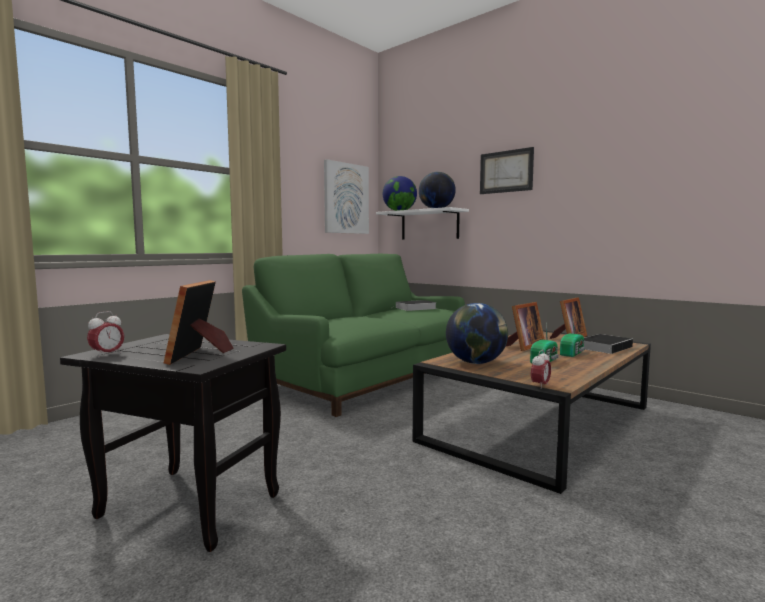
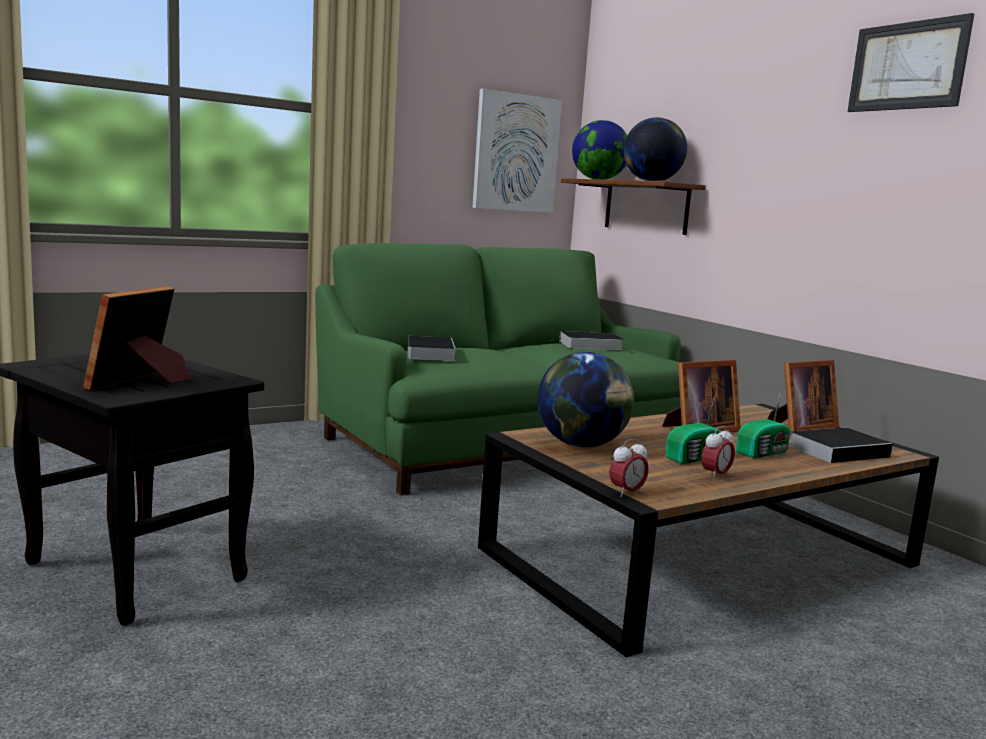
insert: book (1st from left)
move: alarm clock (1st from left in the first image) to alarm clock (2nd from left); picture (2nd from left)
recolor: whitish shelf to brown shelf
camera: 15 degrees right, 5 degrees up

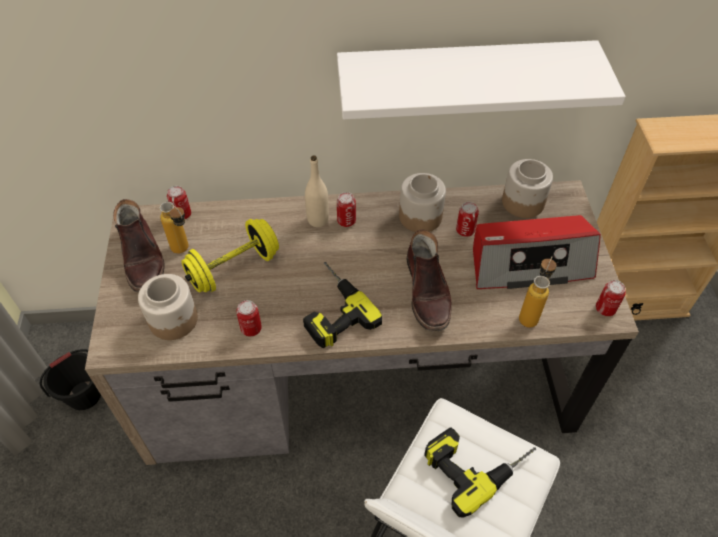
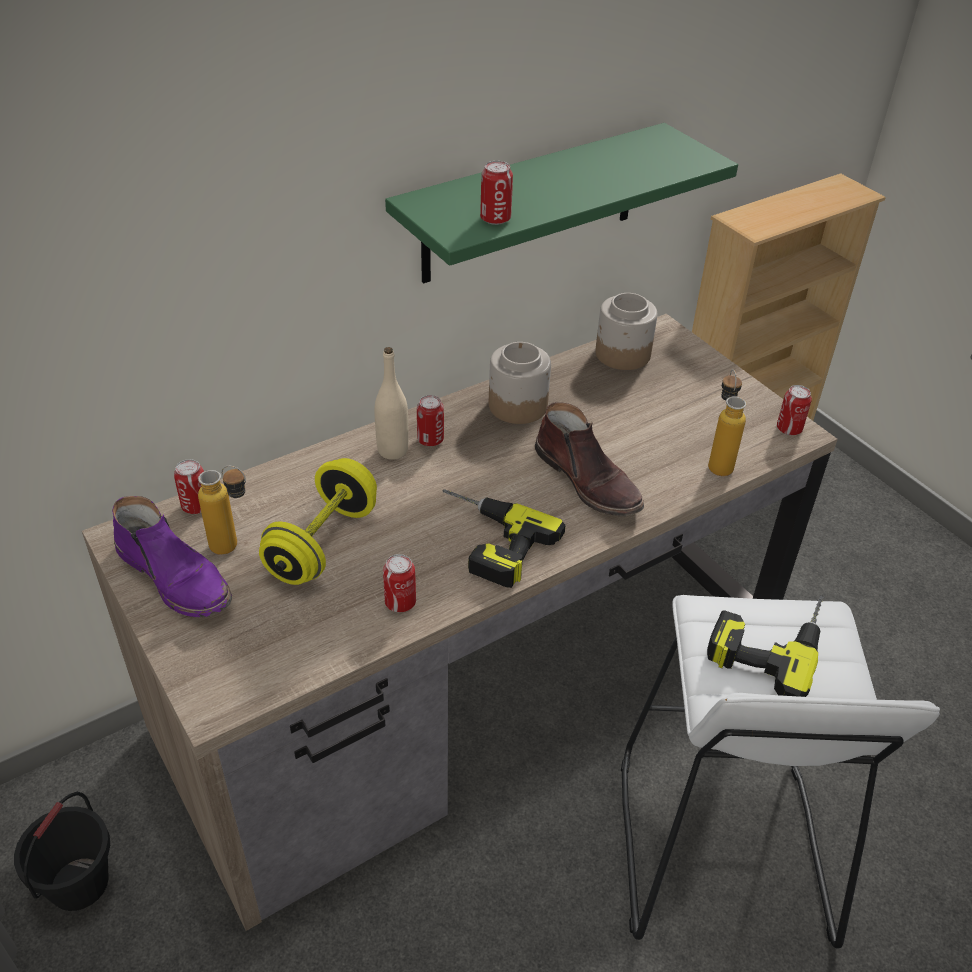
delete: preserve jar (1st from left); radio
move: metal can (4th from left)
recolor: brown high-top boot (1st from left) to purple high-top boot; whitish shelf to green-coloured shelf
camera: 30 degrees left, 10 degrees down

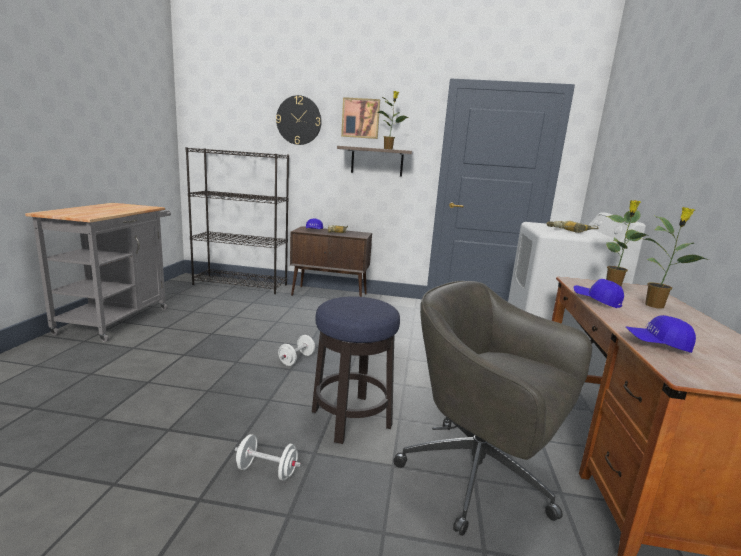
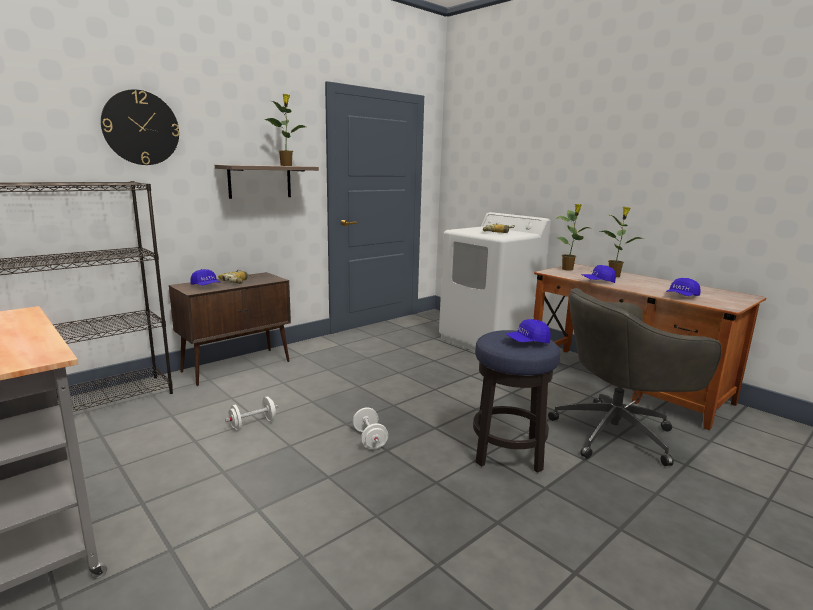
delete: picture
insert: bluish baseball cap (2nd from left)
move: whitish dumbbell (1st from left)
camera: 50 degrees left, 0 degrees up

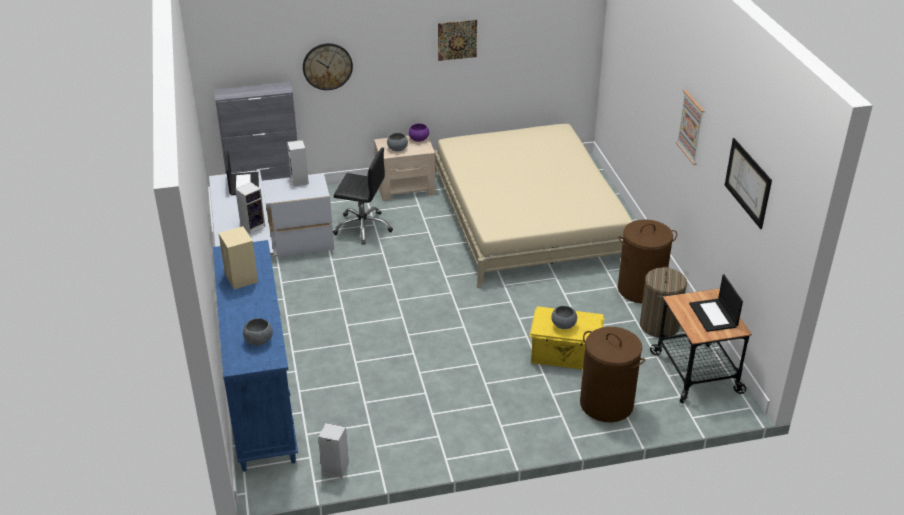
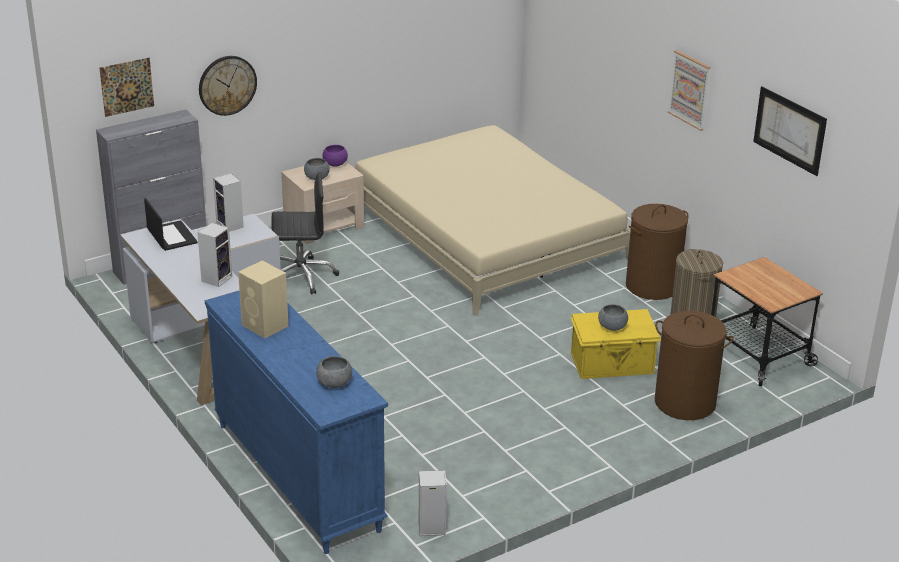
delete: portable computer (2nd from left)
move: picture (1st from left)
camera: 20 degrees left, 5 degrees down

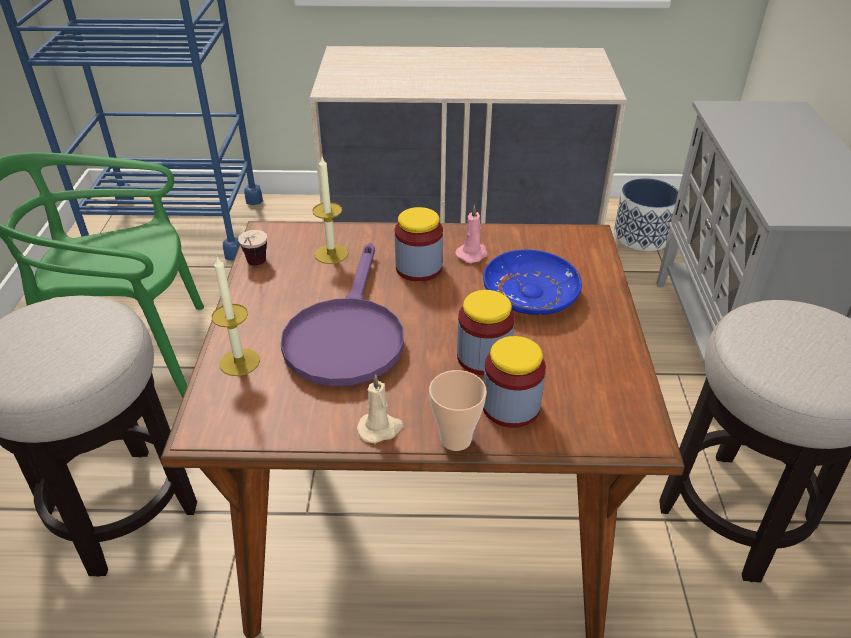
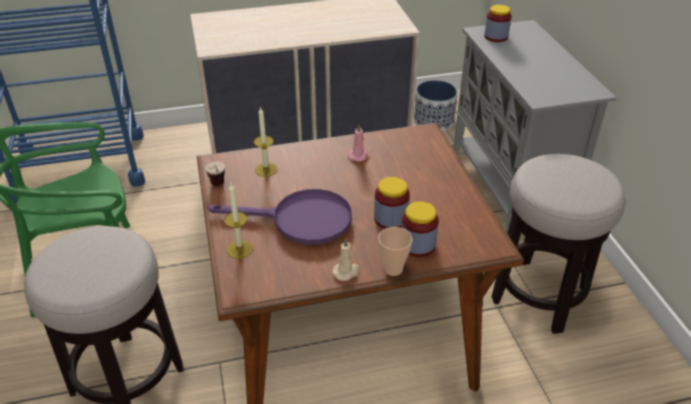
delete: bluish flat dish
move: preserve jar (1st from left in the first image) to preserve jar (3rd from left)
rotate: purple pan 75 degrees counterclockwise
camera: 15 degrees left, 0 degrees up

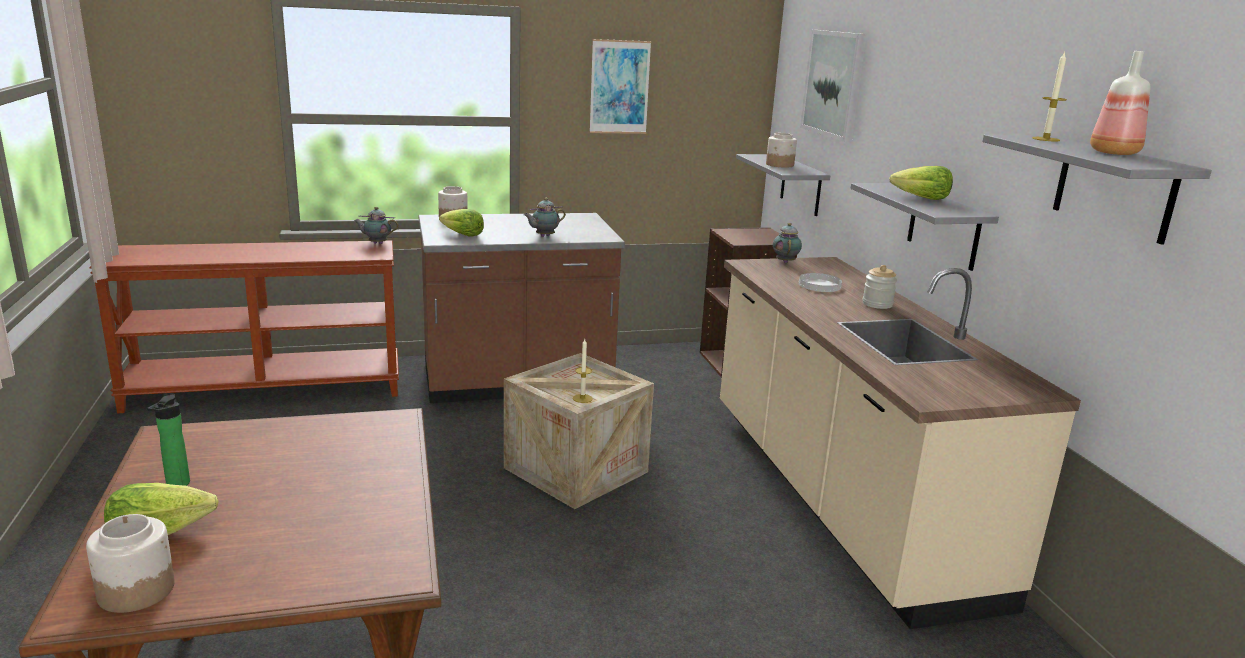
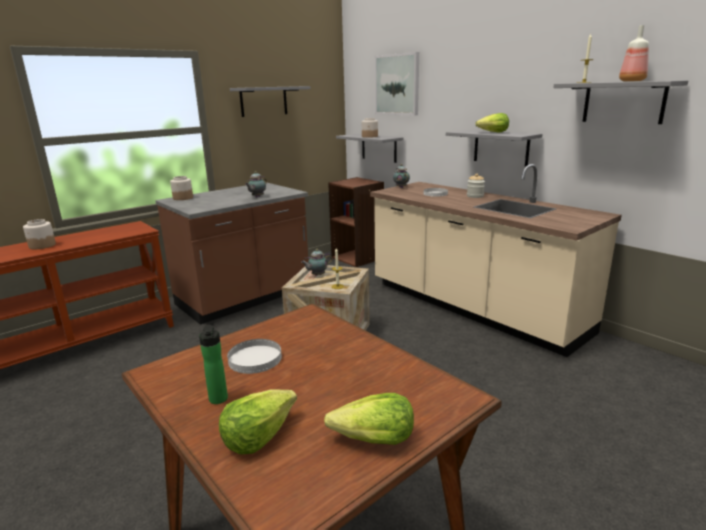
insert: whitish flat dish (1st from left)
move: preserve jar (1st from left); pot for tea (1st from left in the first image) to pot for tea (2nd from left); lettuce head (2nd from left)
replace: picture (1st from left) to greyish shelf (1st from left)
camera: 25 degrees left, 0 degrees up

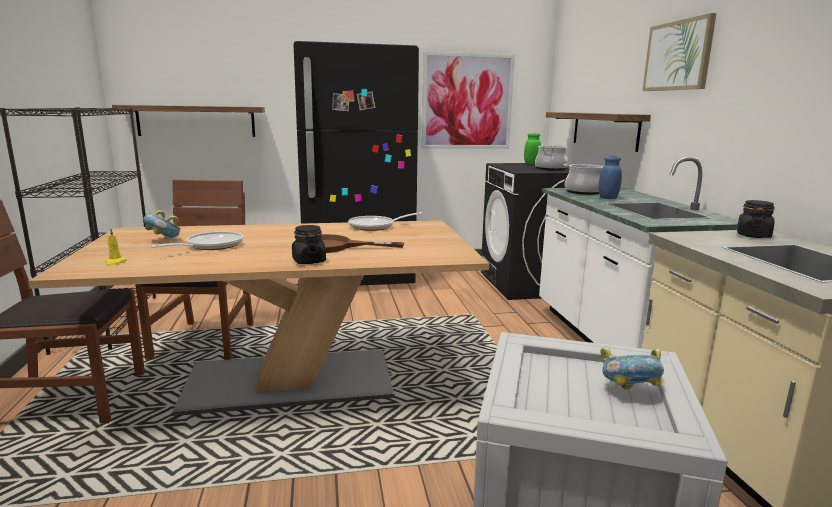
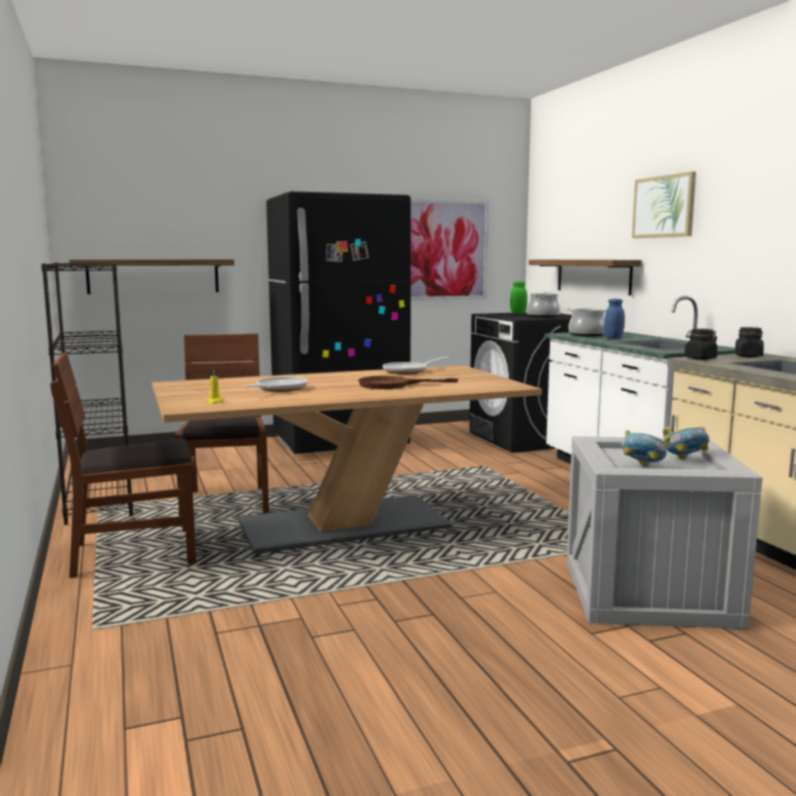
move: serving bowl (1st from left); black preserve jar (1st from left)
camera: 10 degrees left, 5 degrees down

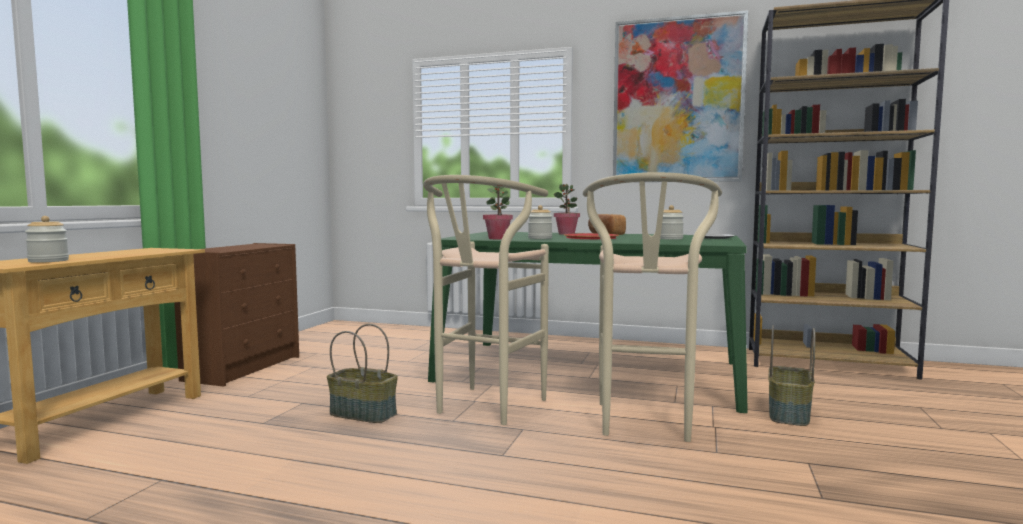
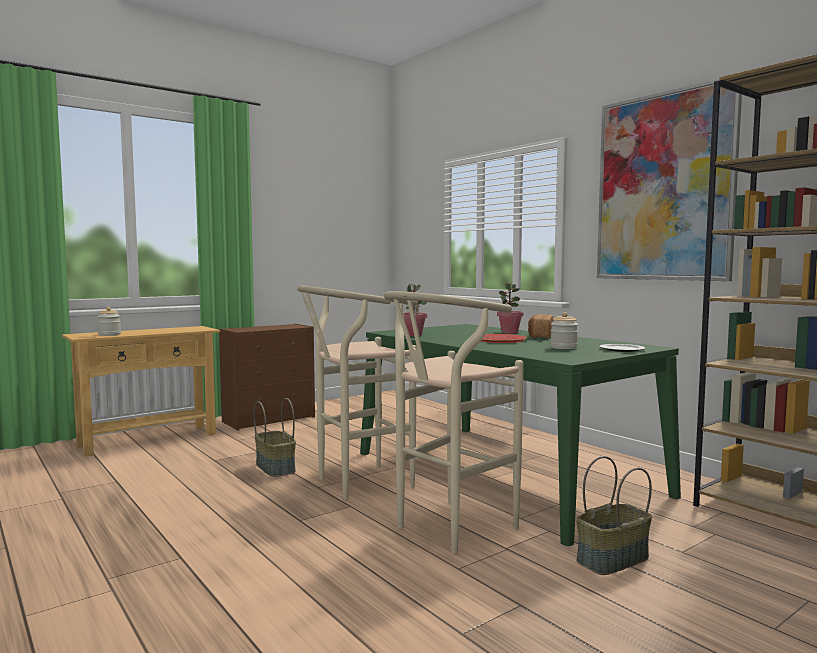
delete: preserve jar (2nd from left)
camera: 35 degrees right, 0 degrees up

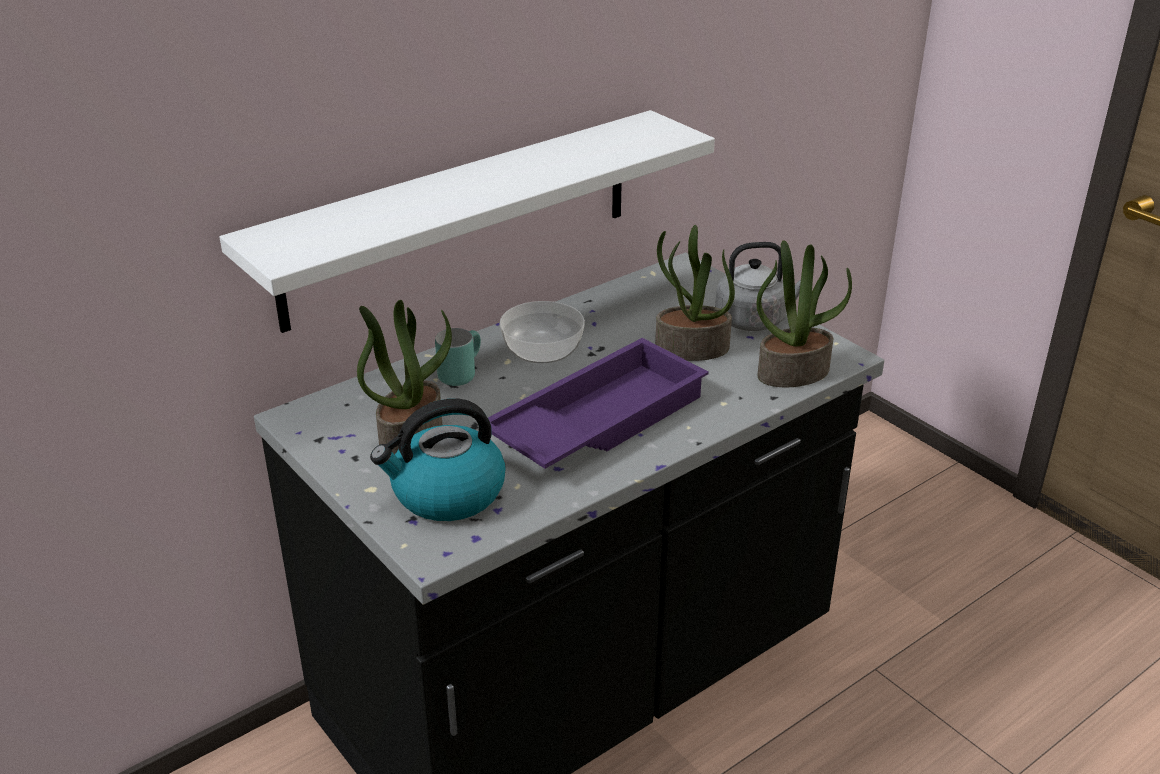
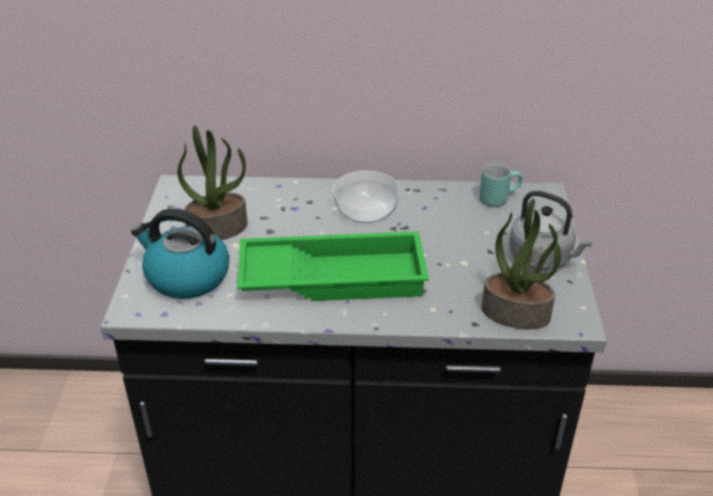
delete: whitish shelf; plant in a pot (2nd from left)
move: turquoise-coloured coffee mug
recolor: purple serving tray to green-coloured serving tray
camera: 40 degrees right, 5 degrees up

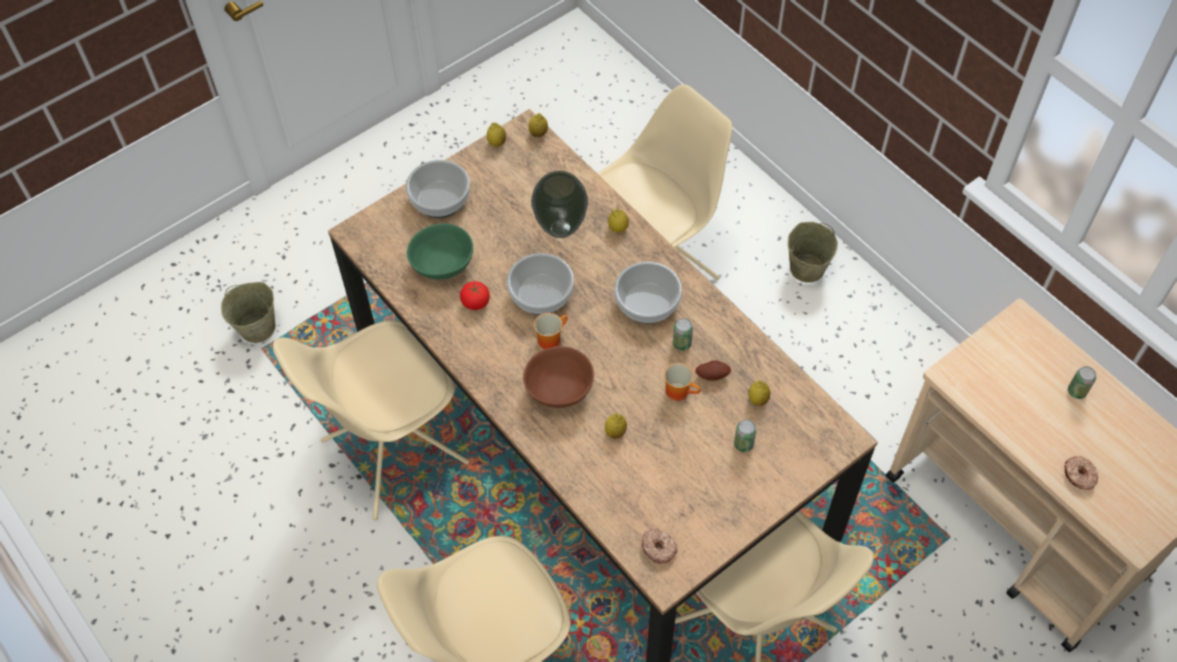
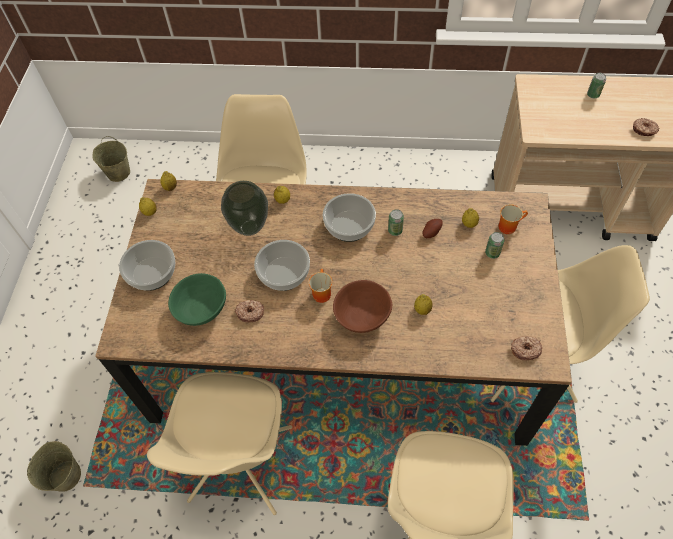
move: coffee mug (2nd from left); beige-coloured pail (2nd from left)
replace: fresh tomato to donut (1st from left)
camera: 45 degrees left, 0 degrees up

